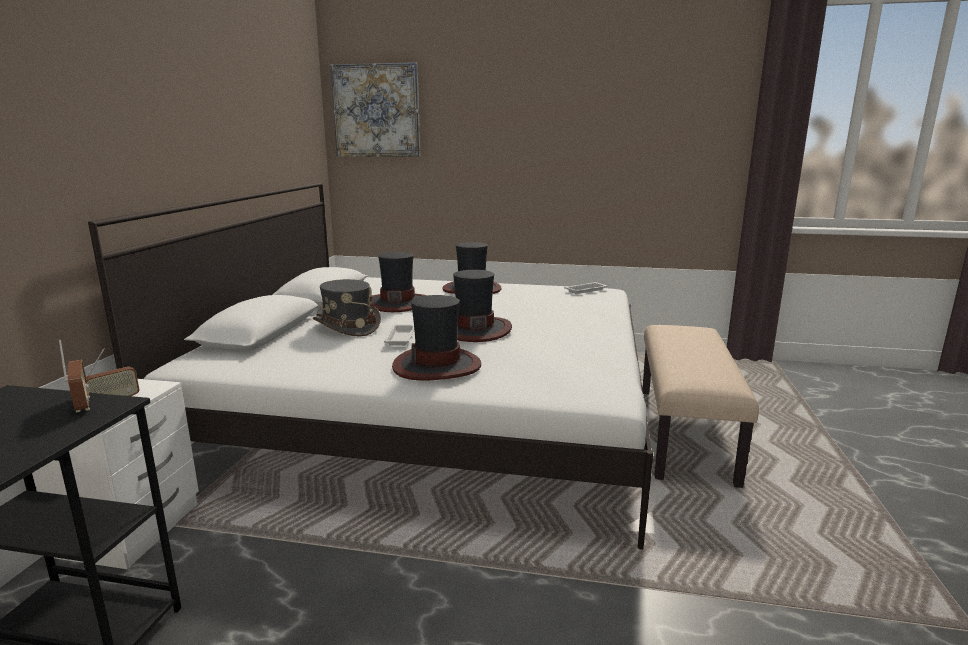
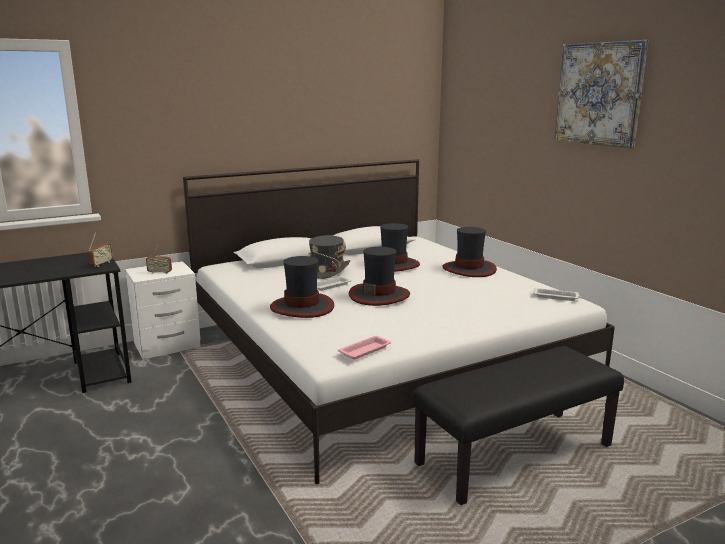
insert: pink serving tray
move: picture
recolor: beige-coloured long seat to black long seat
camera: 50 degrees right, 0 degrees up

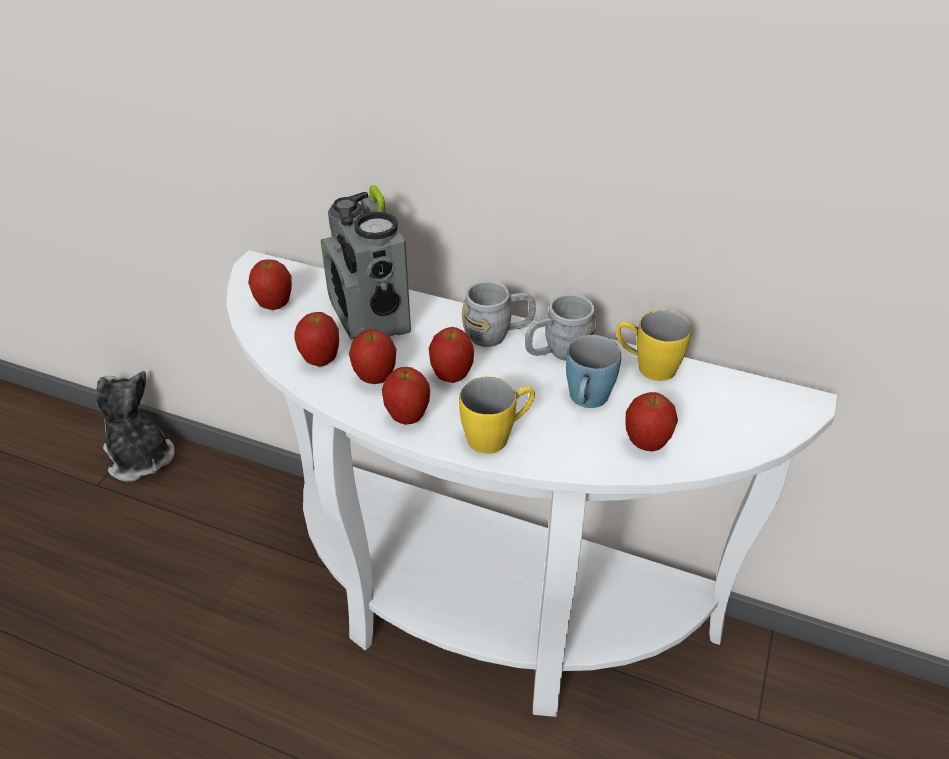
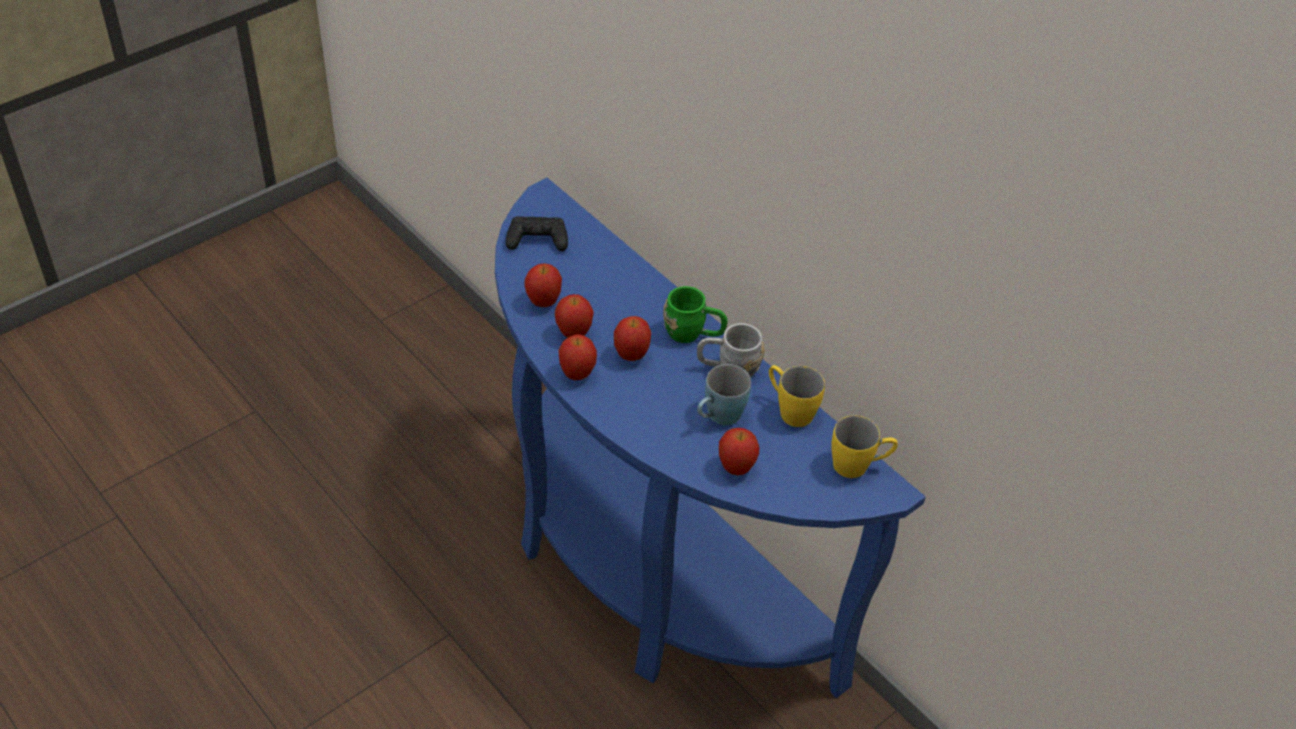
delete: cuddly toy; radio
move: yellow-coloured coffee mug (1st from left in the first image) to yellow-coloured coffee mug (2nd from left)
replace: whole apple (1st from left) to black gamepad
recolor: whitish console table to bluish console table; greyish coffee mug (1st from left) to green-coloured coffee mug
camera: 25 degrees right, 5 degrees up

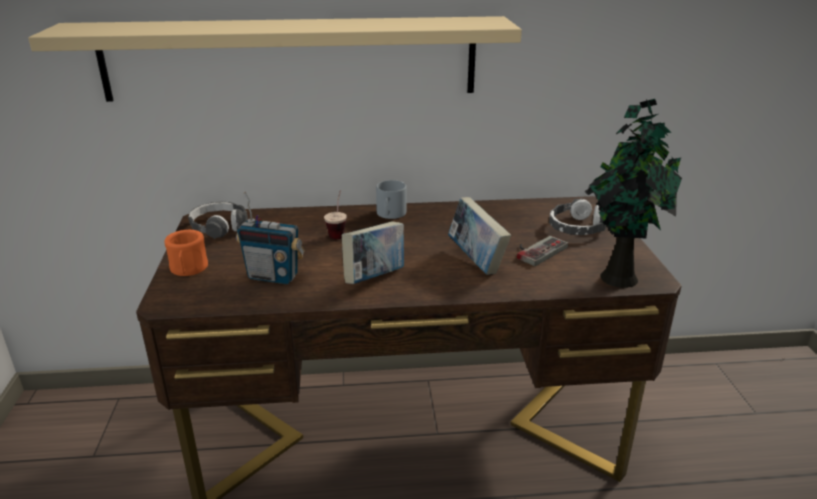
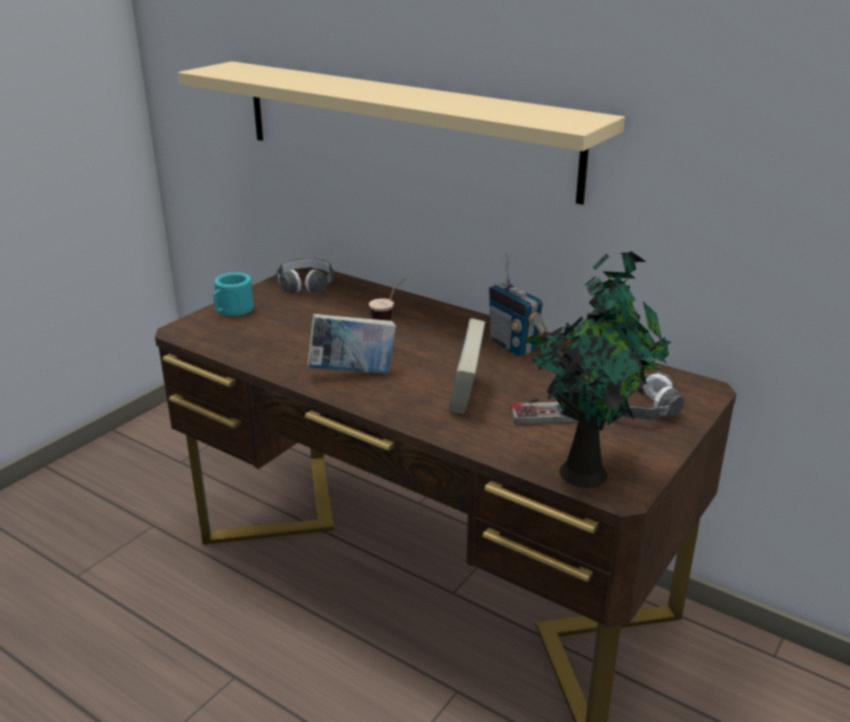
delete: greyish coffee mug
move: radio
recolor: orangey coffee mug to turquoise-coloured coffee mug
camera: 40 degrees right, 0 degrees up

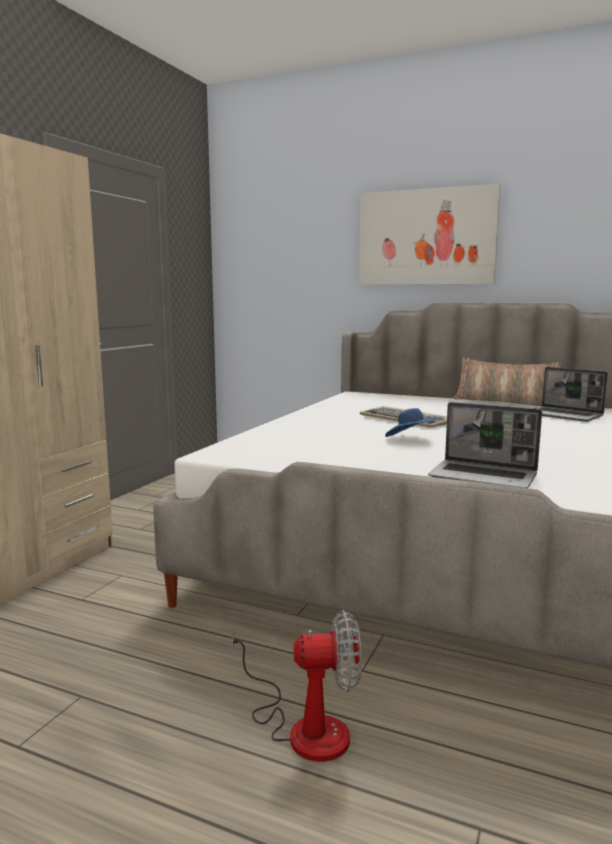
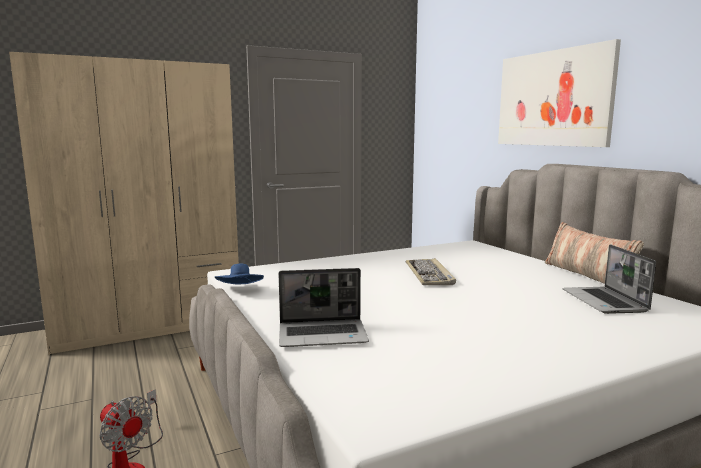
move: bluish hat
rotate: portable computer (1st from left) 75 degrees counterclockwise
camera: 40 degrees right, 0 degrees up

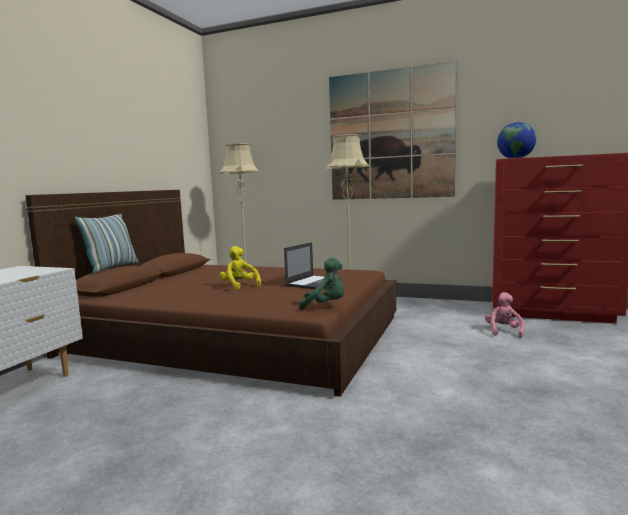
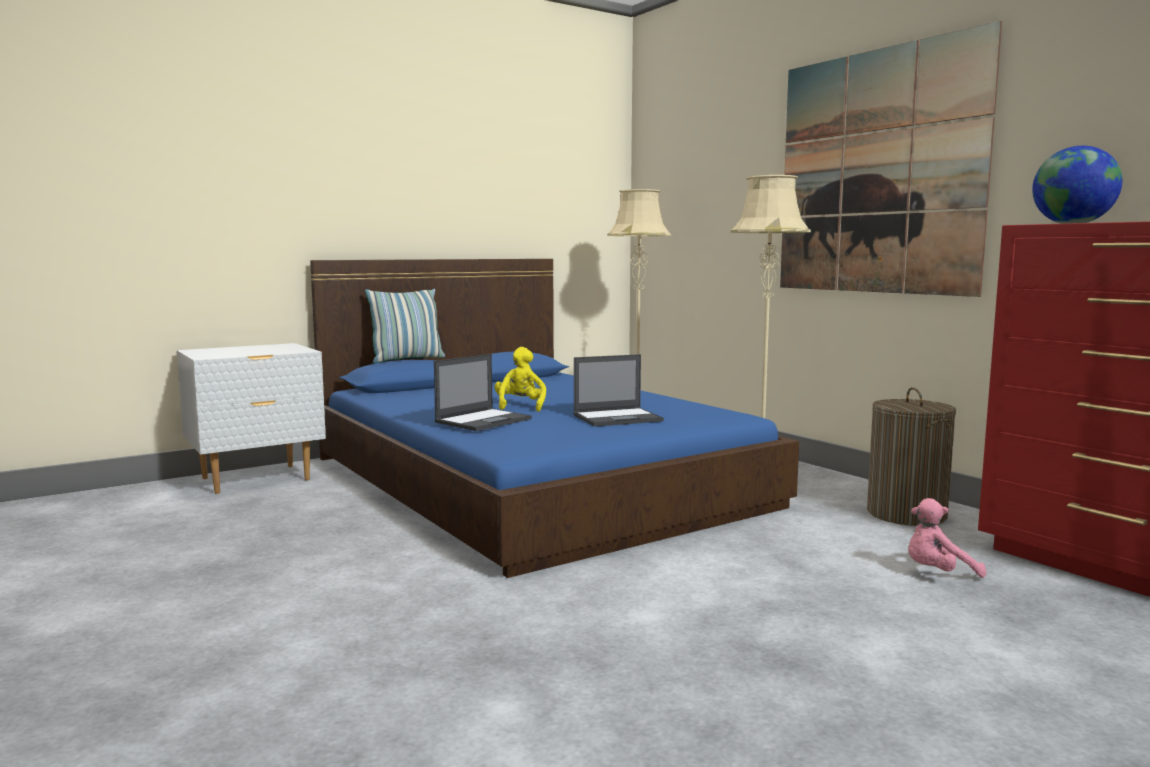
delete: green-coloured cuddly toy
insert: portable computer (1st from left); hamper
recolor: brown bed to bluish bed
rotate: pink cuddly toy 150 degrees counterclockwise
camera: 35 degrees right, 0 degrees up

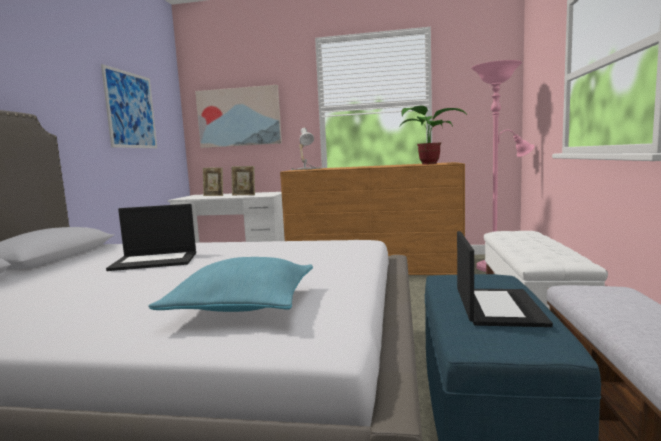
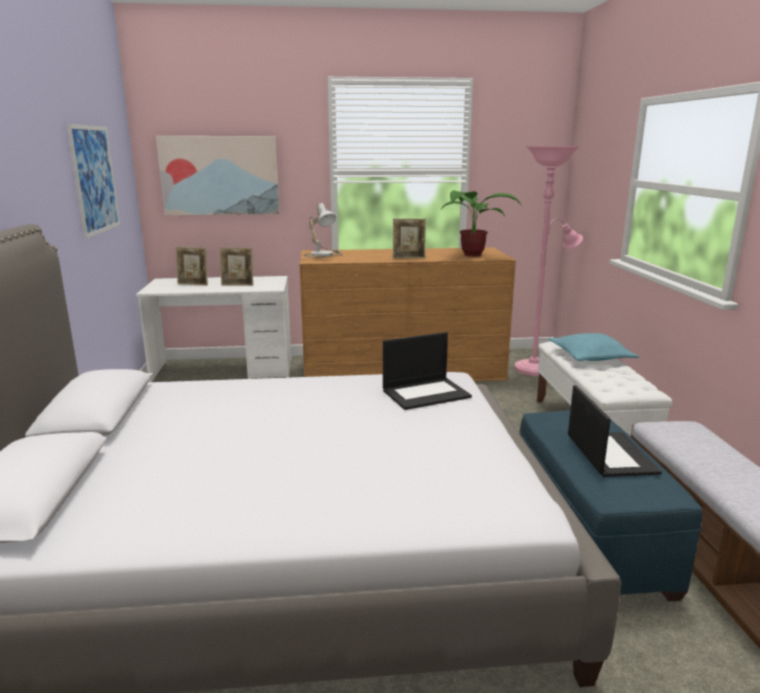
insert: picture frame (3rd from left)
move: portable computer (1st from left); turquoise-coloured pillow
camera: 15 degrees left, 10 degrees up

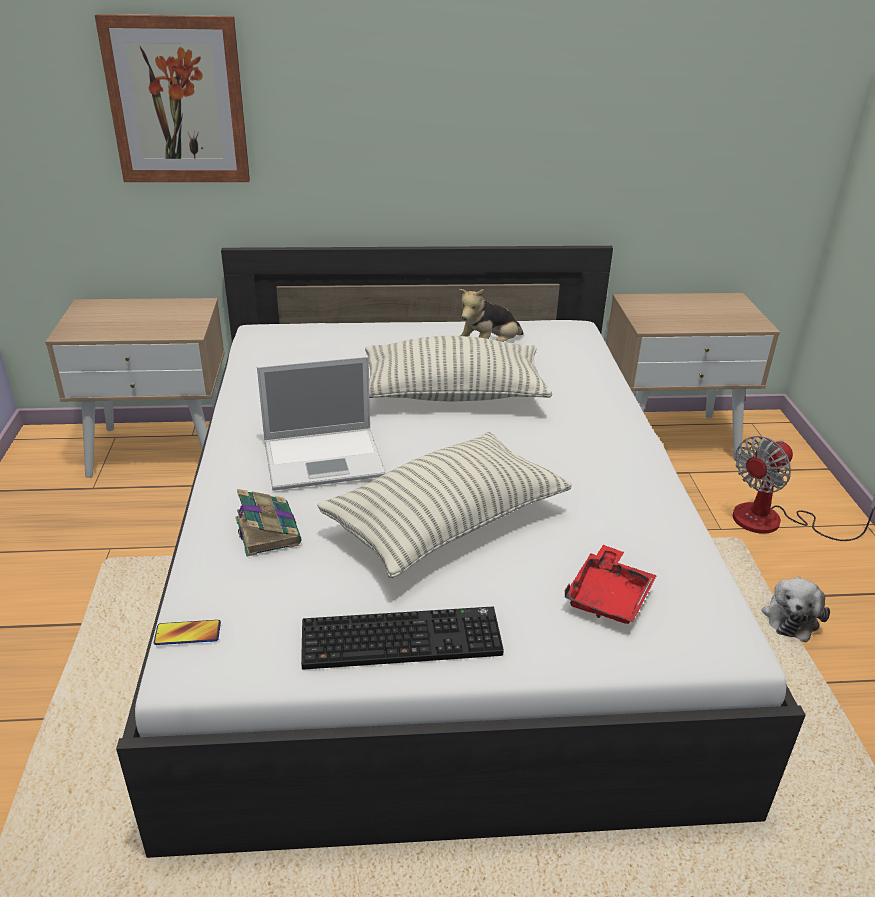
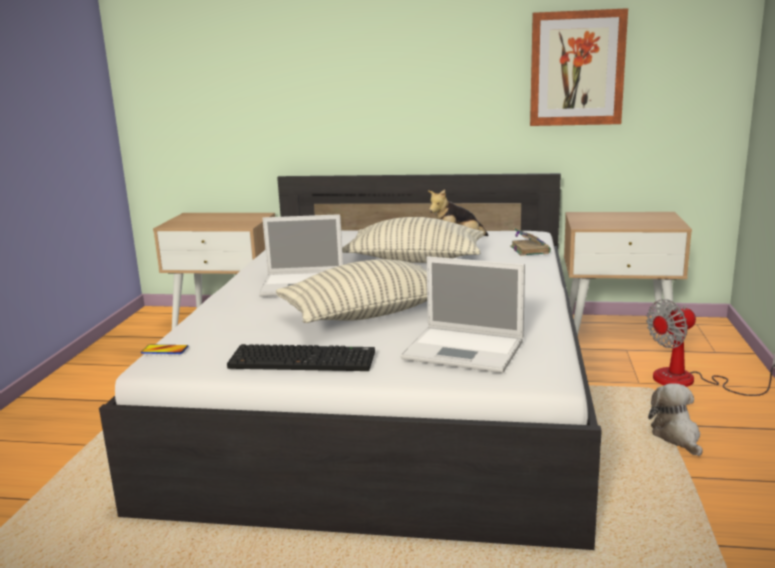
move: picture; book
replace: red-coloured serving tray to portable computer (2nd from left)
rotate: cuddly toy (2nd from left) 135 degrees clockwise
camera: 15 degrees right, 15 degrees down

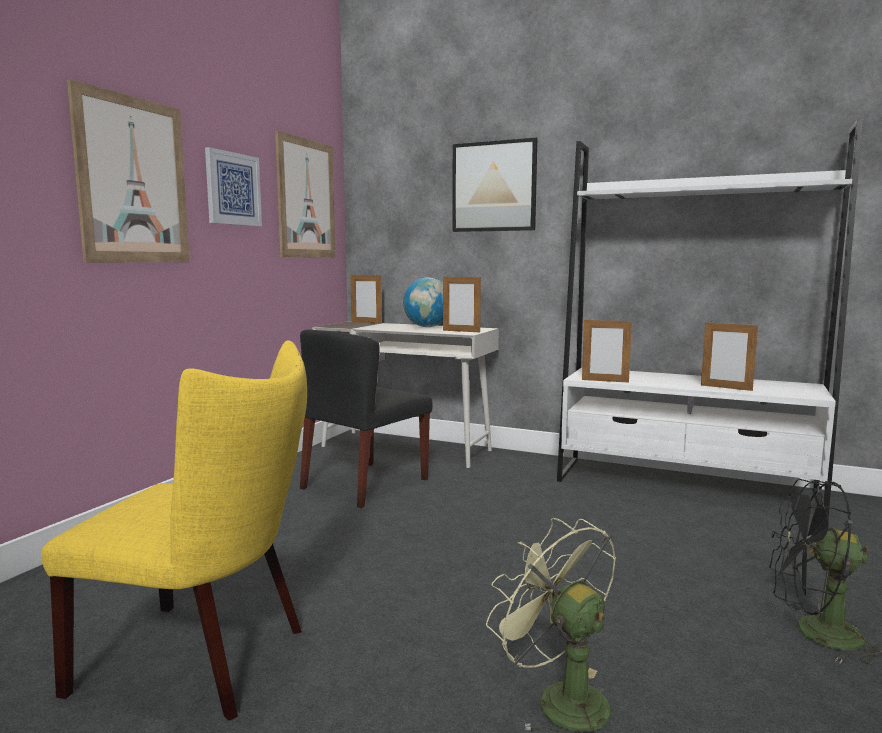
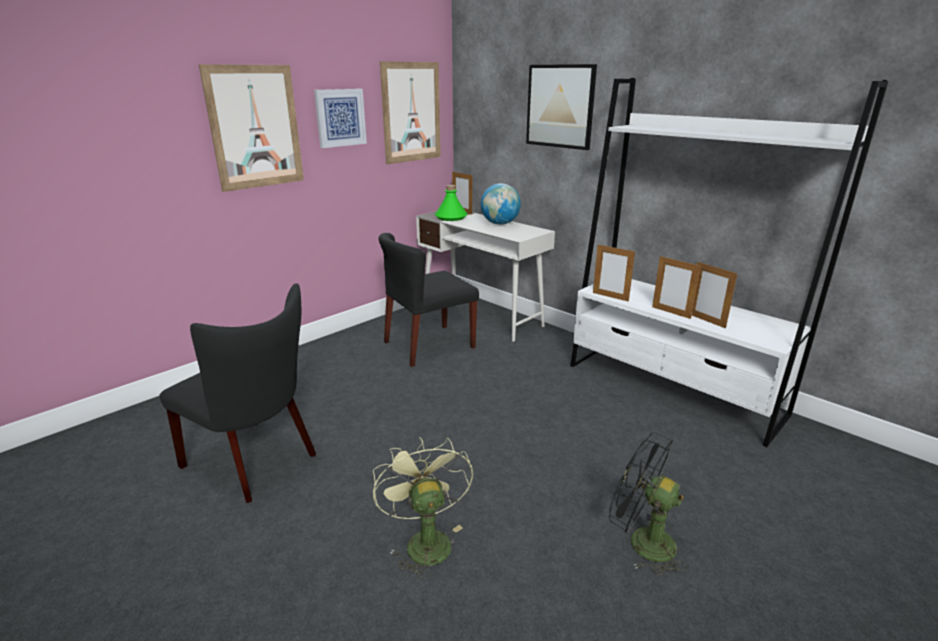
insert: green-coloured bottle
move: picture frame (2nd from left in the first image) to picture frame (3rd from left)
recolor: yellow-coloured plain chair to black plain chair (1st from left)
camera: 20 degrees right, 15 degrees up

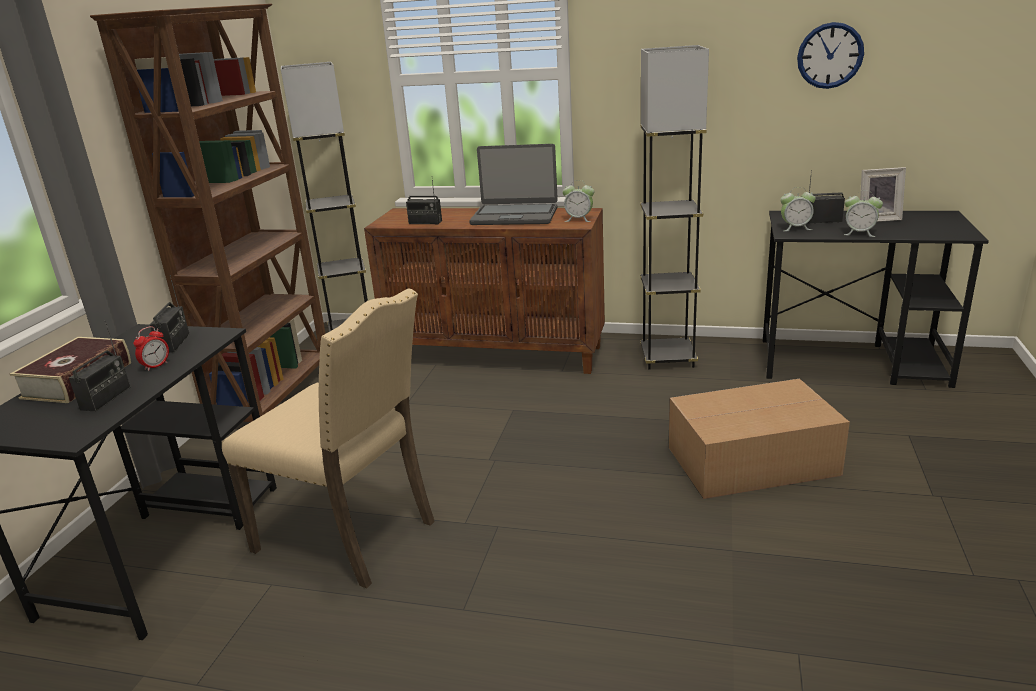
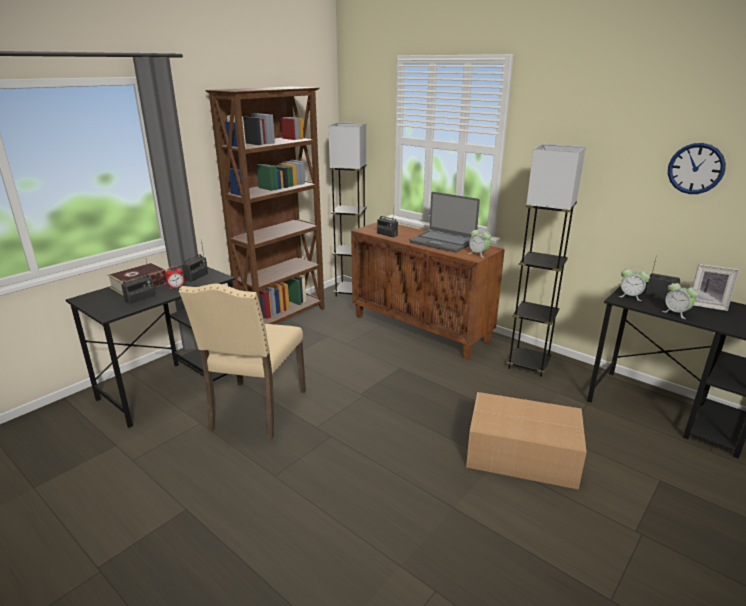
rotate: beige-coloured plain chair 45 degrees clockwise
camera: 25 degrees right, 0 degrees up

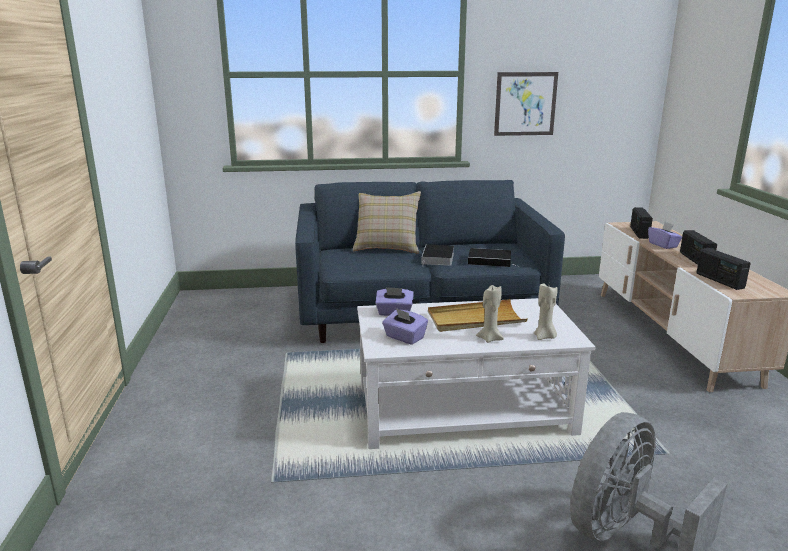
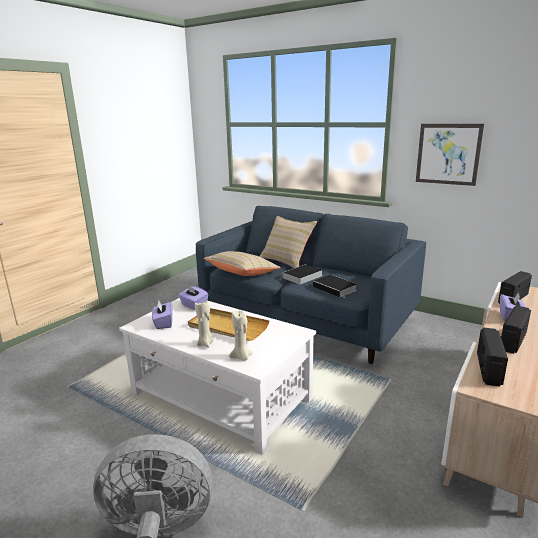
insert: beige-coloured pillow (1st from left)
camera: 40 degrees right, 0 degrees up

